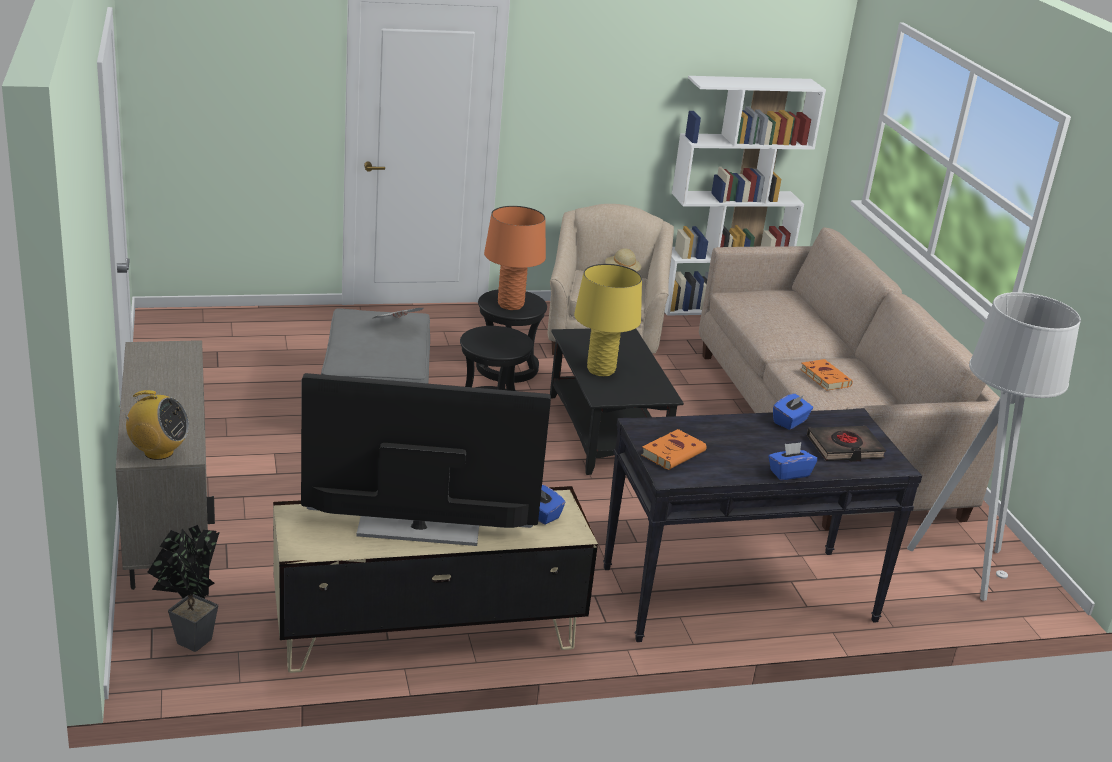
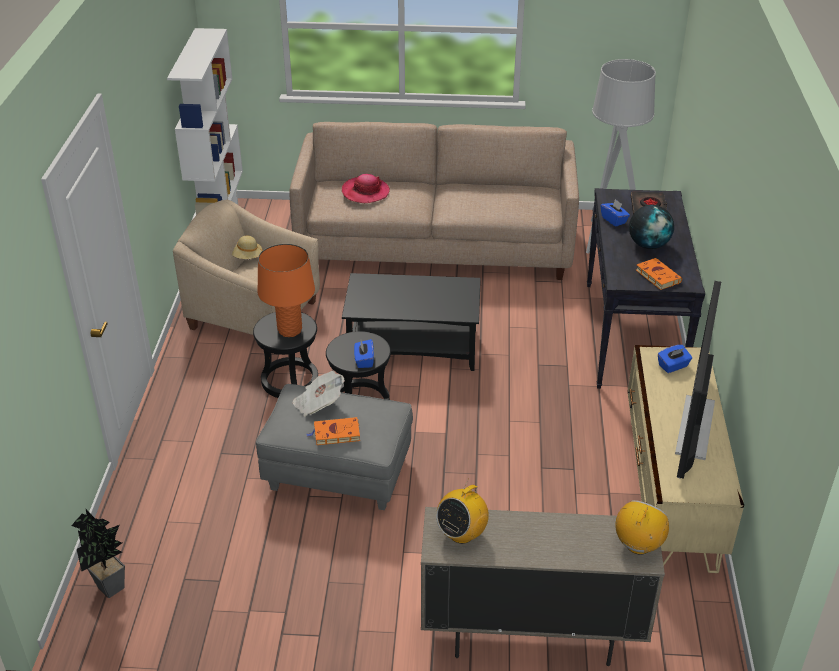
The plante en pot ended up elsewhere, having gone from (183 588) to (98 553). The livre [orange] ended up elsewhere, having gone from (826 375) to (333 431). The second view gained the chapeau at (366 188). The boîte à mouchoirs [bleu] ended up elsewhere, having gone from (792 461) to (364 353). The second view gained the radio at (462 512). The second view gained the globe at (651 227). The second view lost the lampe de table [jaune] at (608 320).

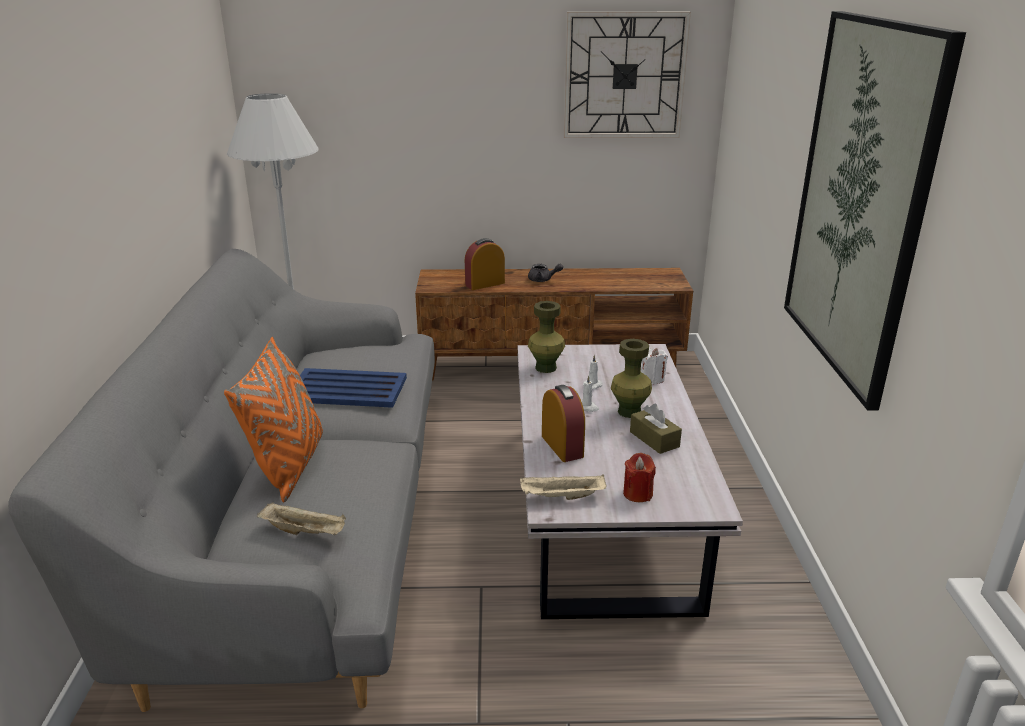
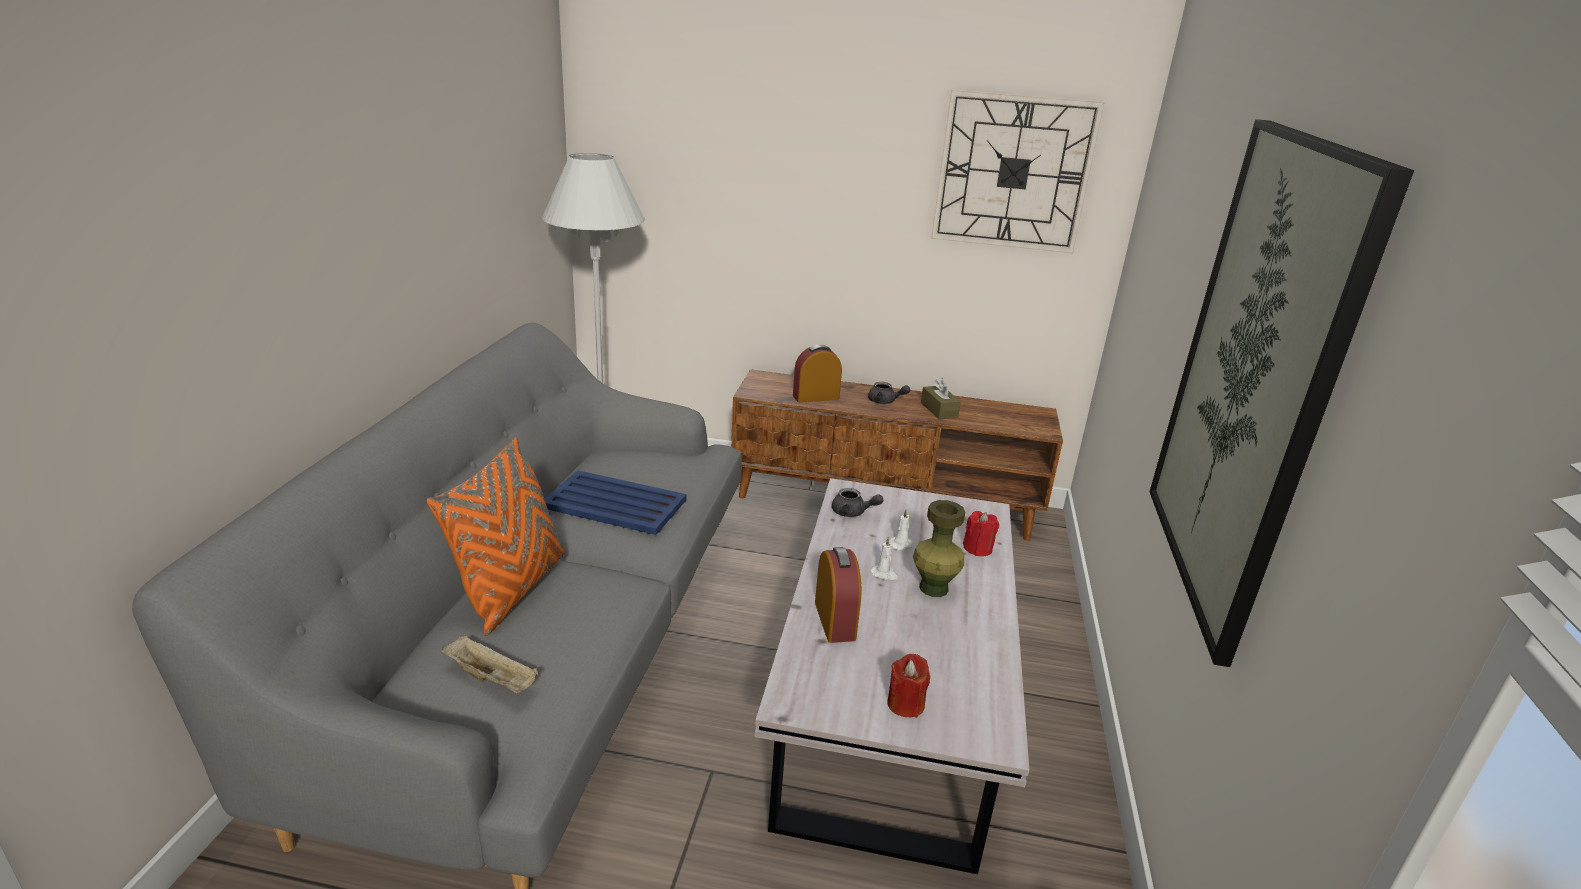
Where the vase [vert] stood at (546 337), the théière [gris] came to stand at (857 502). The boîte à mouchoirs [marron] ended up elsewhere, having gone from (656 428) to (941 398). What was the bougie [blanc] at (654 366) turned into the bougie [rouge] at (981 533). The second view lost the plateau [beige] at (563 487).

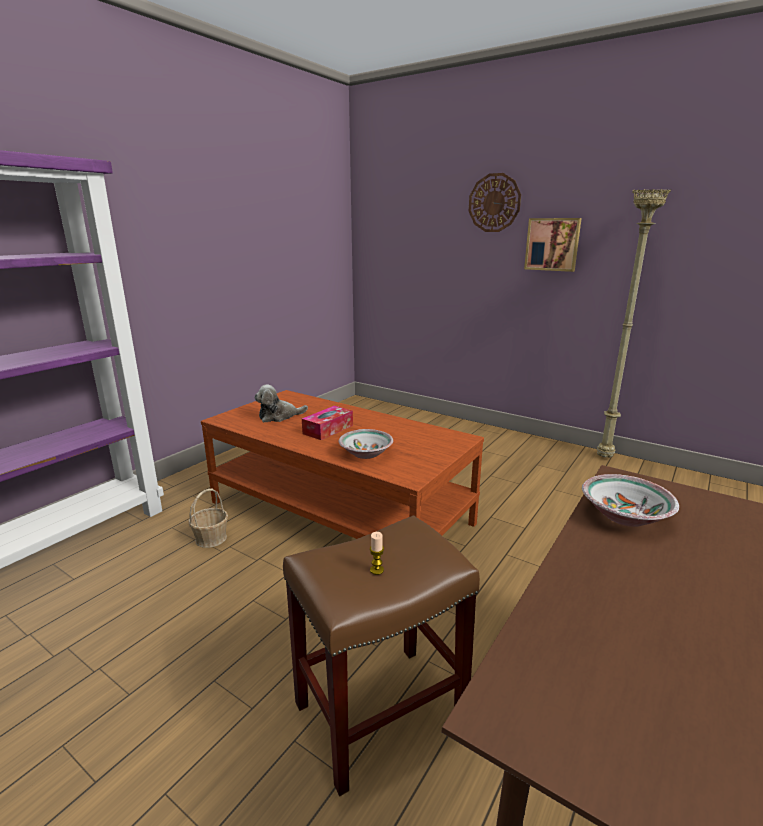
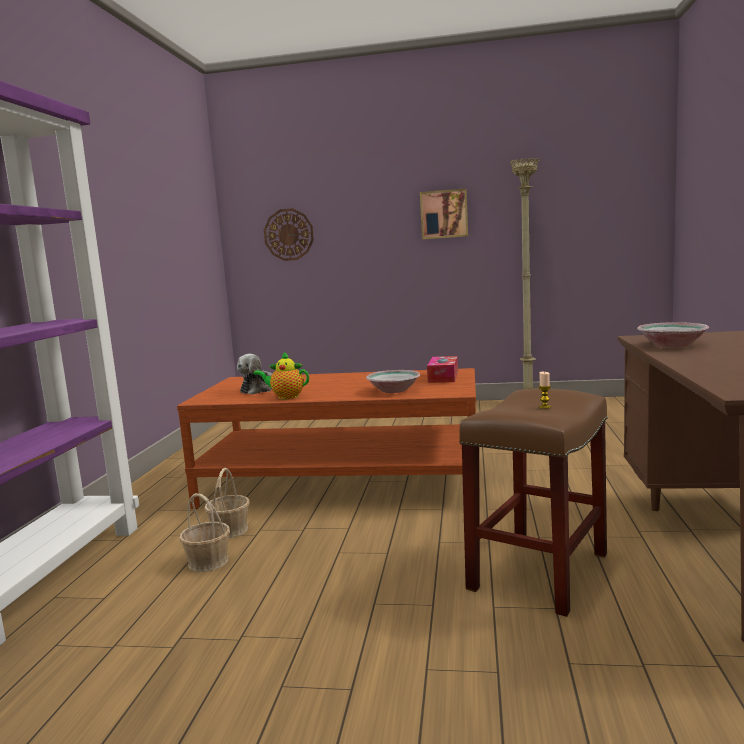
The second view gained the panier at (205 532). The second view gained the théière at (281 375). The horloge murale ended up elsewhere, having gone from (495 202) to (289 234). The boîte à mouchoirs ended up elsewhere, having gone from (327 423) to (442 369).

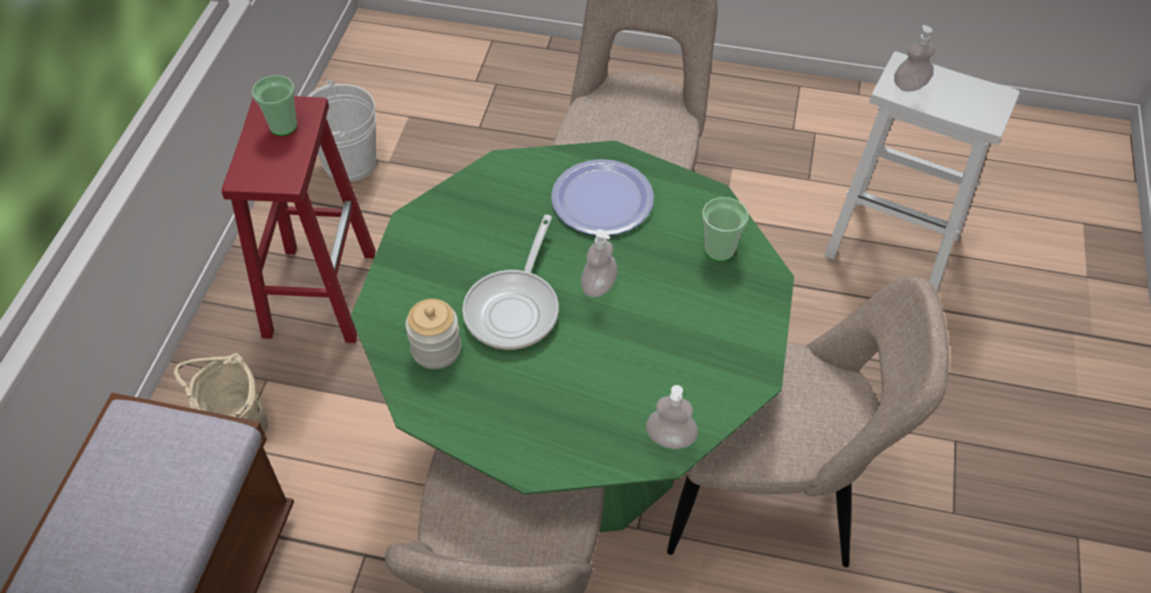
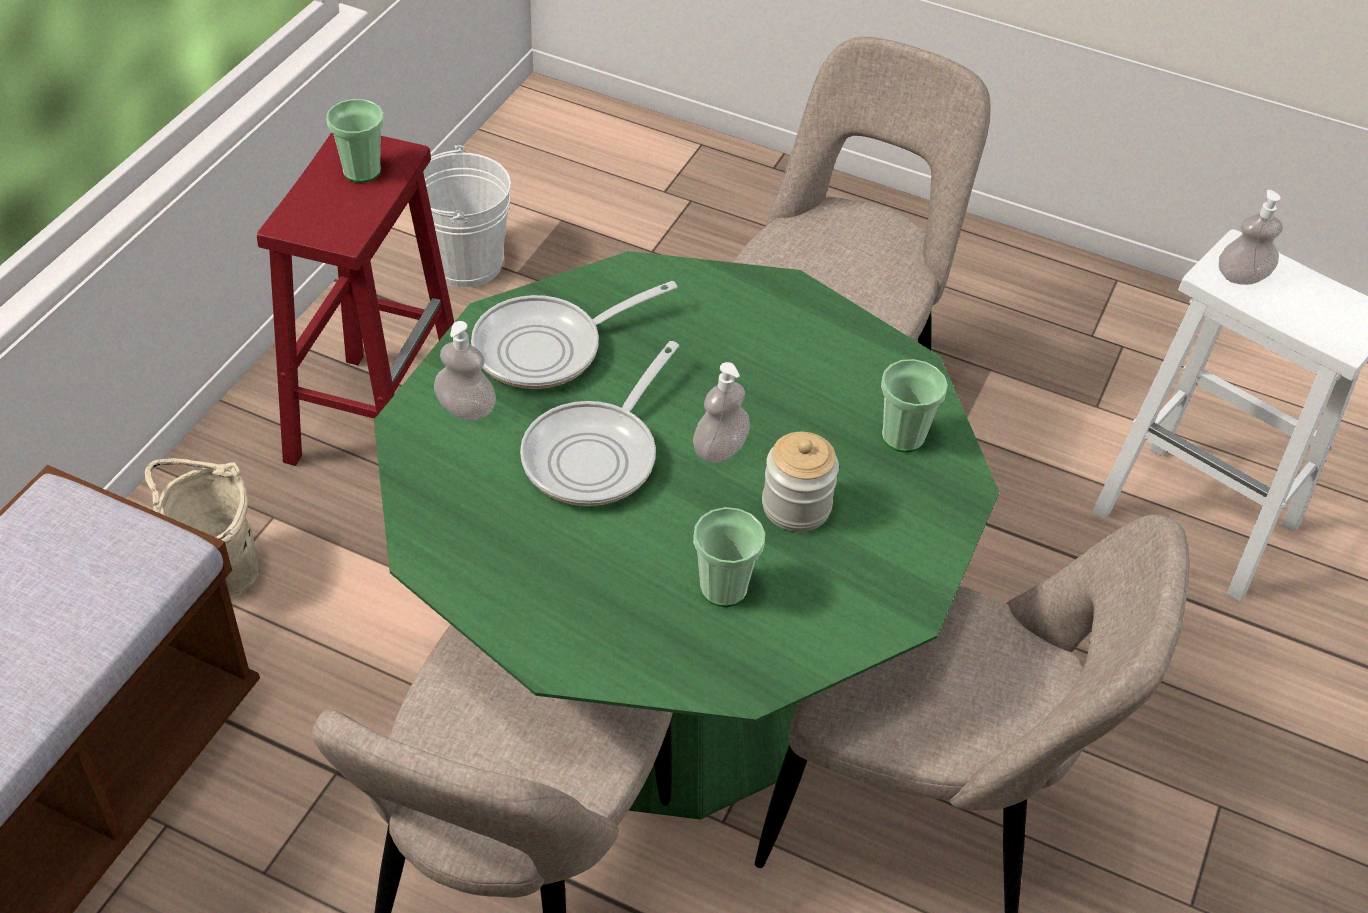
The distributeur de savon ended up elsewhere, having gone from (672 417) to (465 371). The second view gained the poêle at (574 335). The second view gained the tasse at (729 557). The bocal ended up elsewhere, having gone from (433 334) to (800 482). The second view lost the assiette at (602 197).

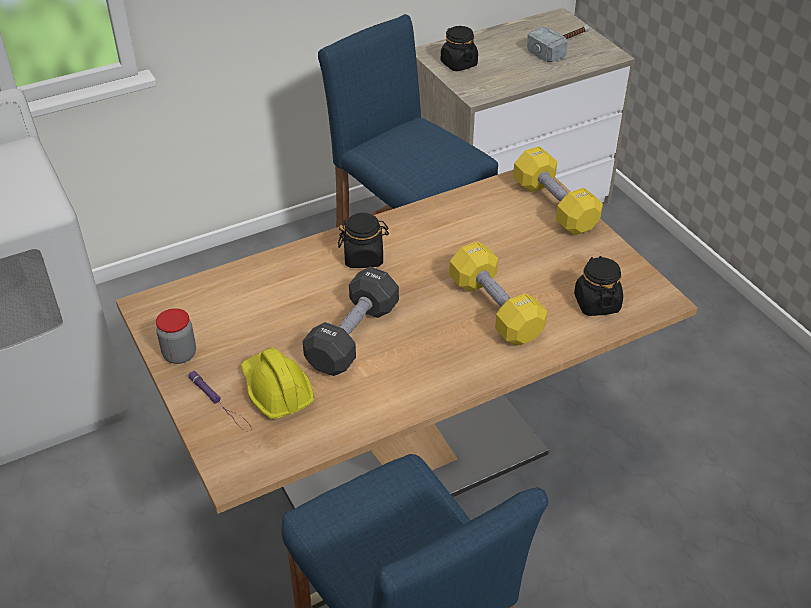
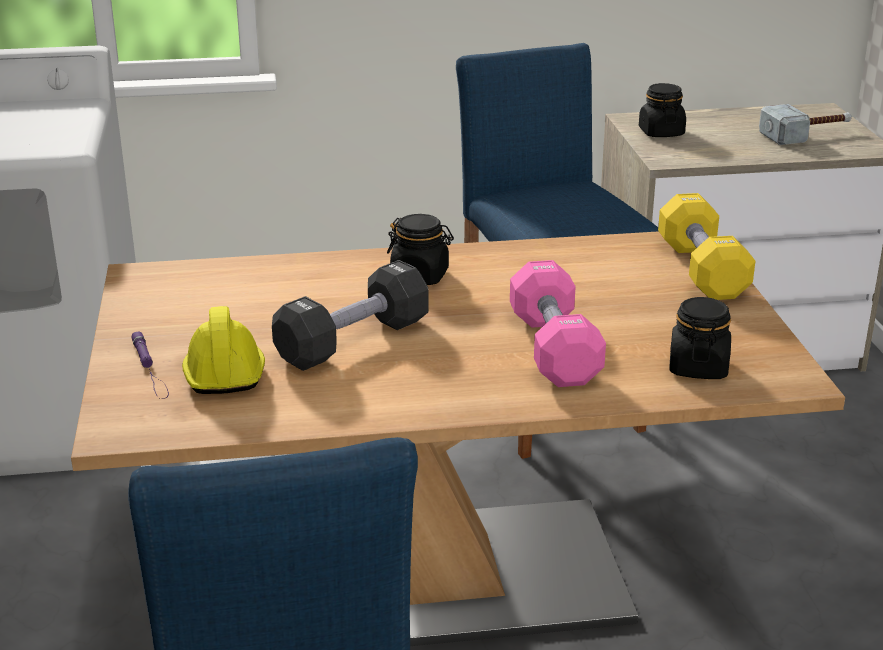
What was the haltère [jaune] at (498 293) turned into the haltère [rose] at (558 323). The second view lost the bocal at (176 336).

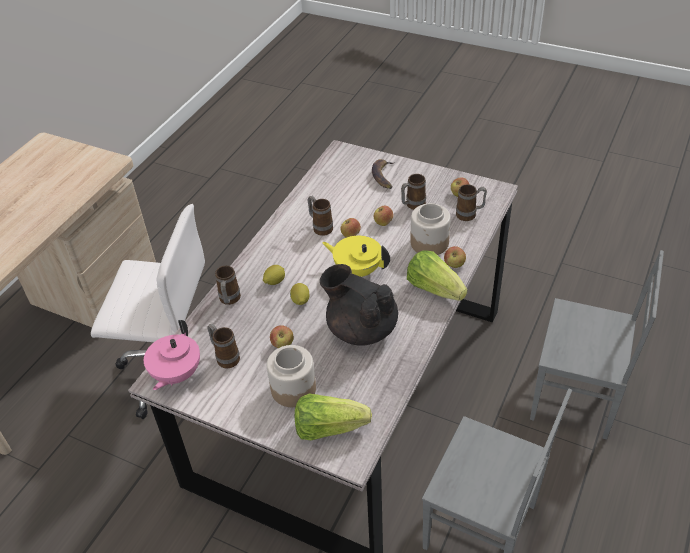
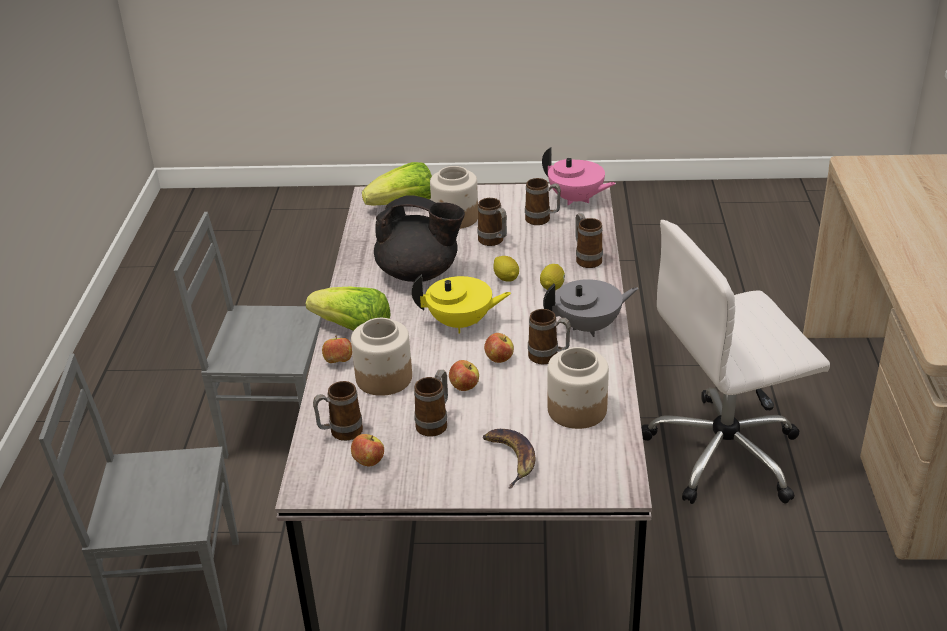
Where the pomme stood at (281 336), the mug came to stand at (492 222). The théière [rose] at (172 355) ended up facing another way, 135 degrees clockwise from before. The second view gained the théière [gris] at (590 308). The second view gained the bocal at (578 388).

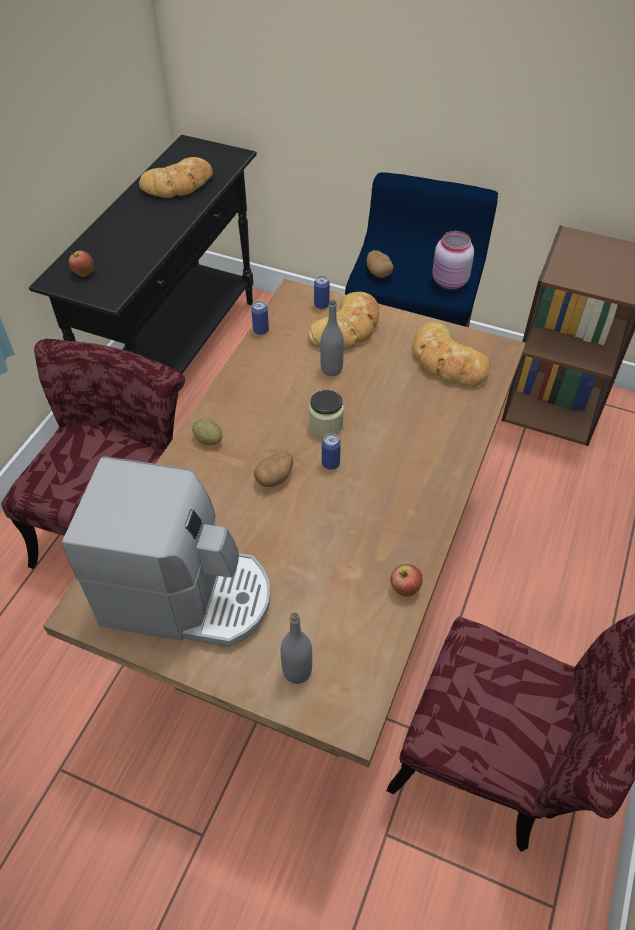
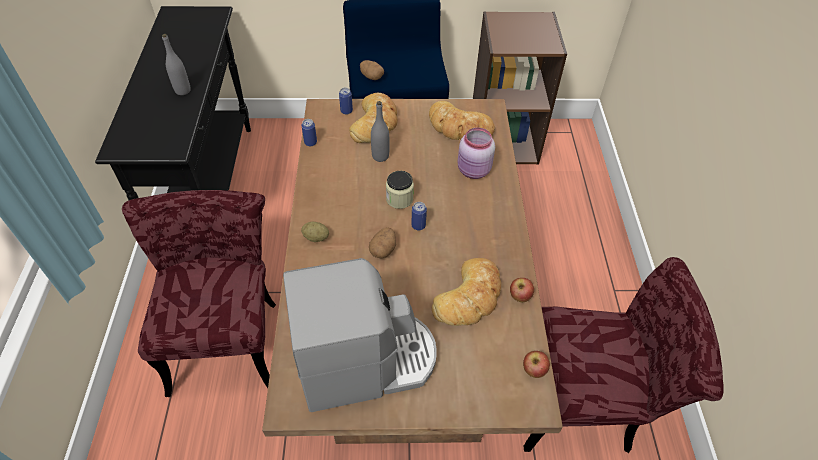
The bouteille [gris] ended up elsewhere, having gone from (296 648) to (176 64). The pain ended up elsewhere, having gone from (176 177) to (466 292). The bocal [rose] ended up elsewhere, having gone from (453 260) to (476 153). The pomme ended up elsewhere, having gone from (81 264) to (536 364).

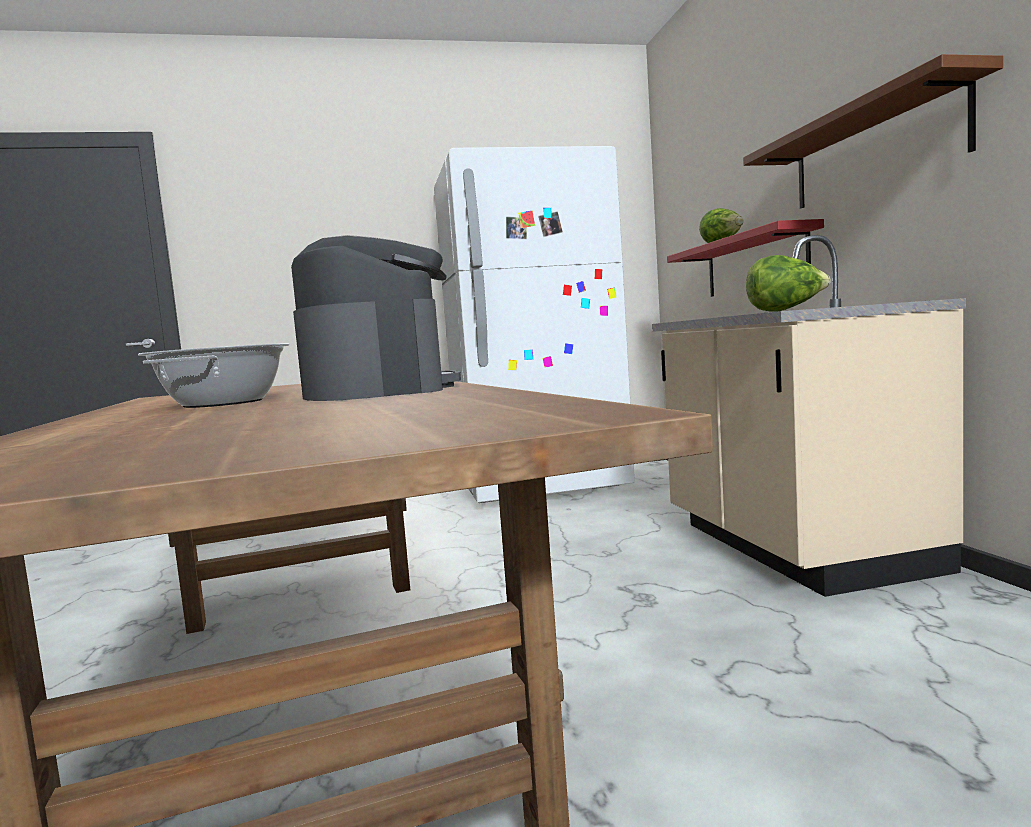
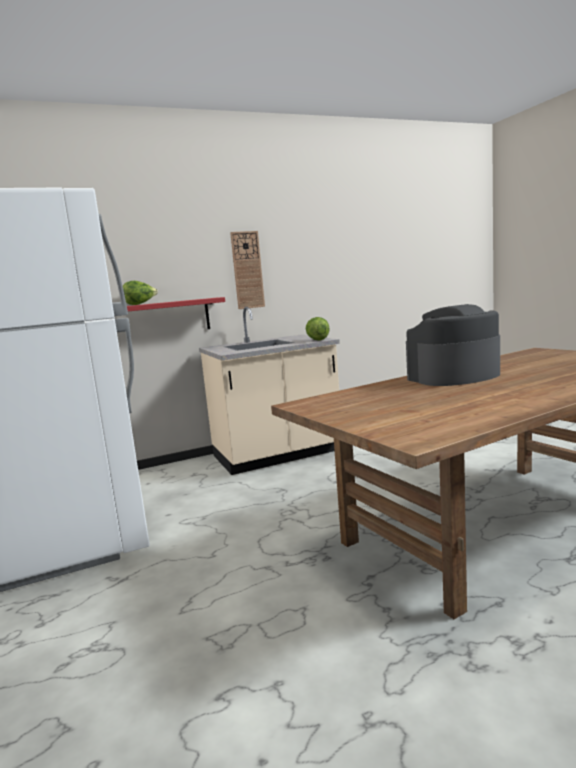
Where the étagère [marron] hung at (873 131), the horloge murale came to hang at (247 270). The second view lost the marmite at (214 375).

